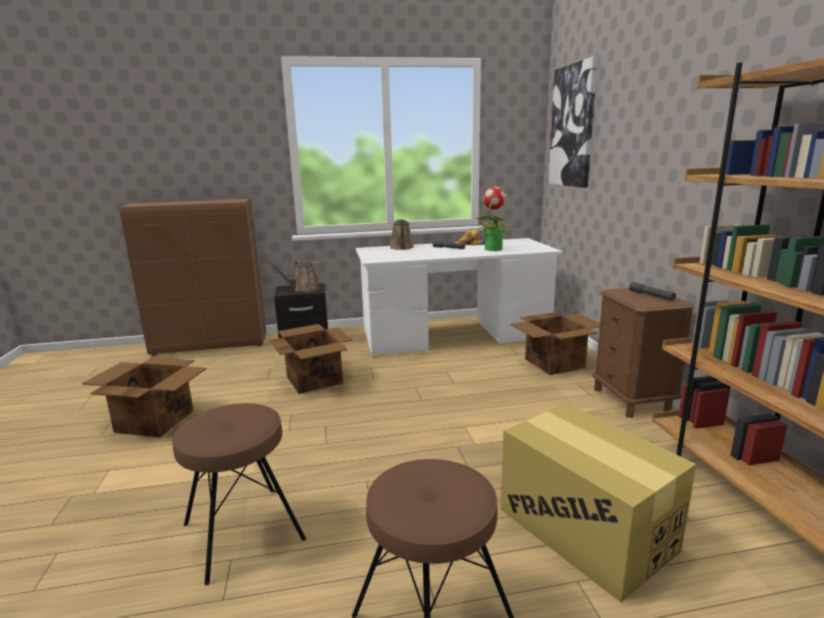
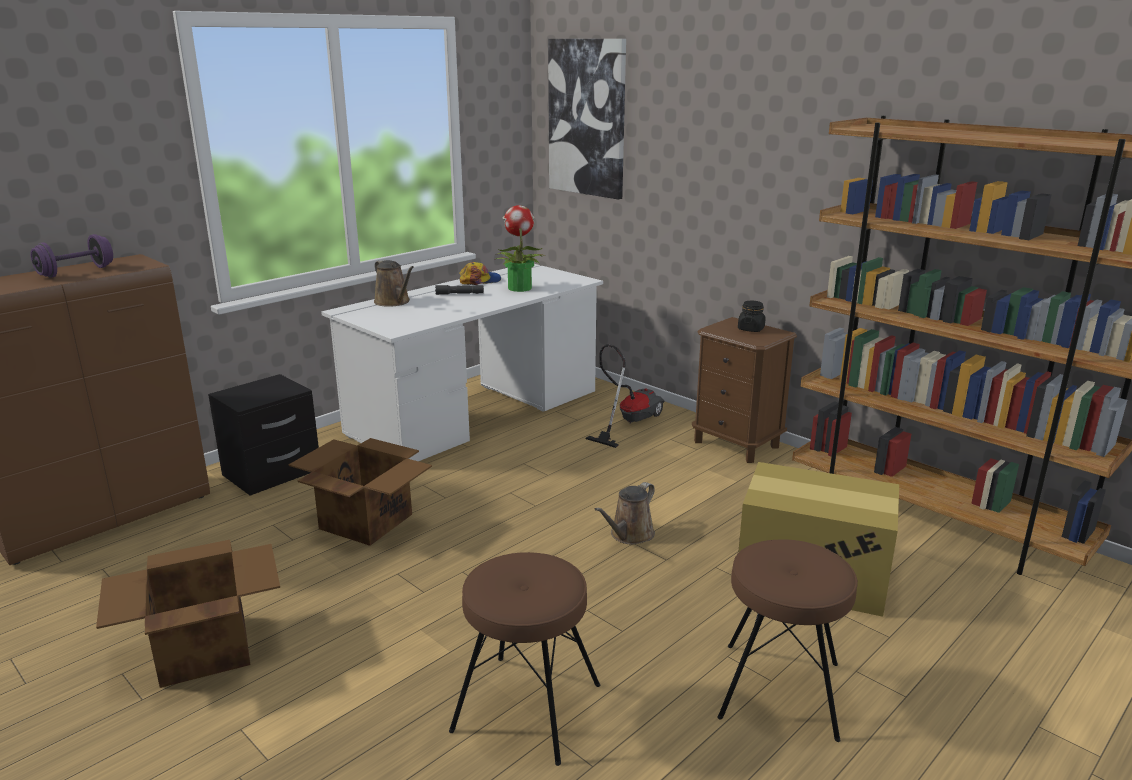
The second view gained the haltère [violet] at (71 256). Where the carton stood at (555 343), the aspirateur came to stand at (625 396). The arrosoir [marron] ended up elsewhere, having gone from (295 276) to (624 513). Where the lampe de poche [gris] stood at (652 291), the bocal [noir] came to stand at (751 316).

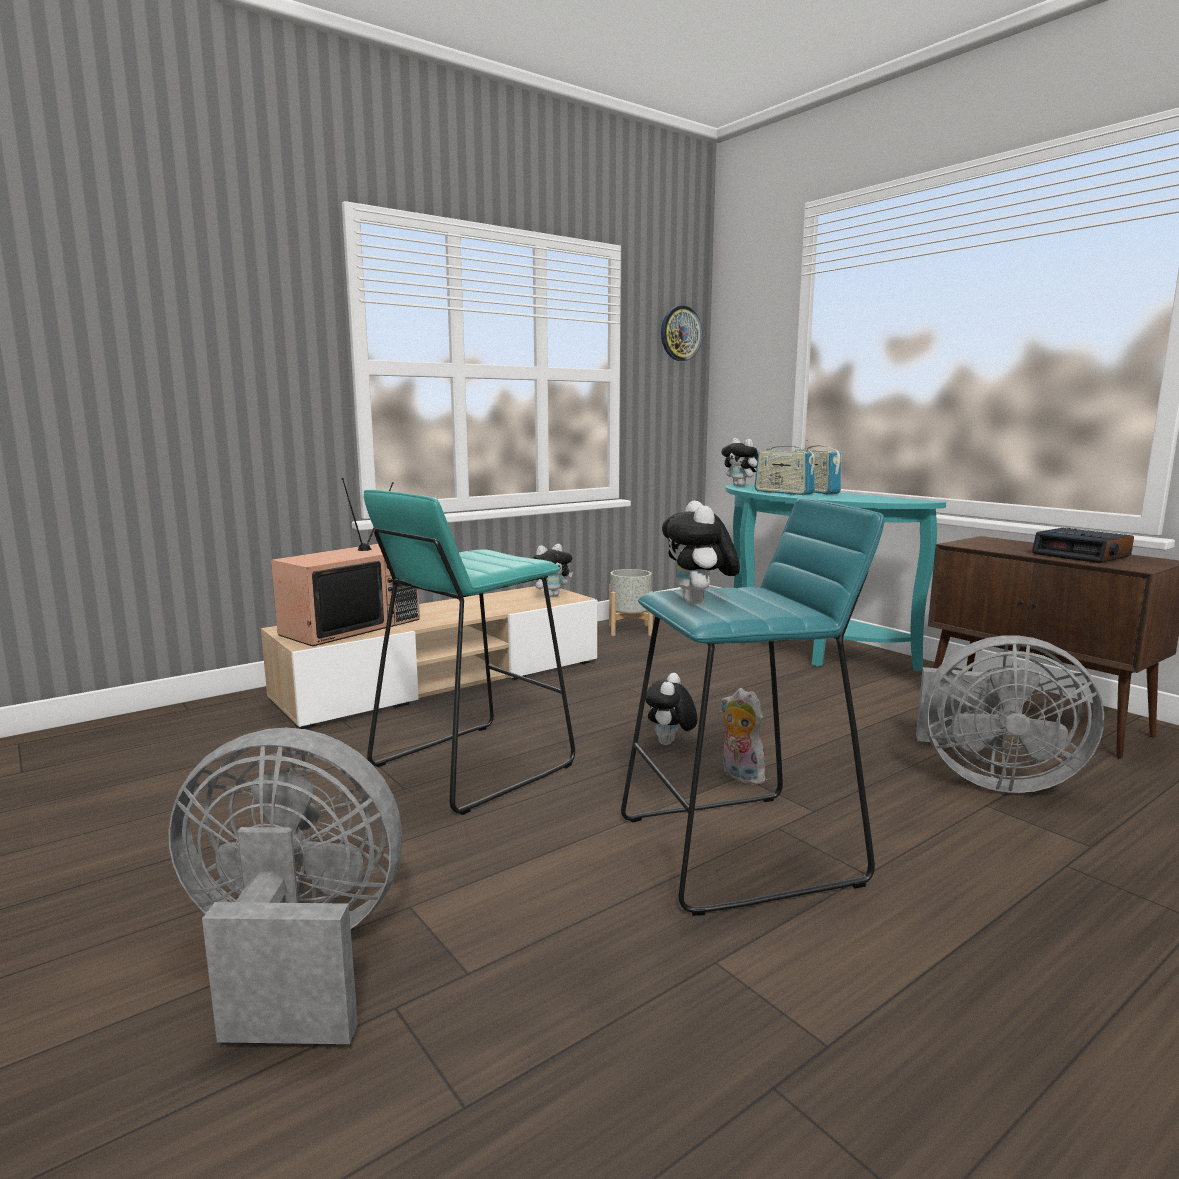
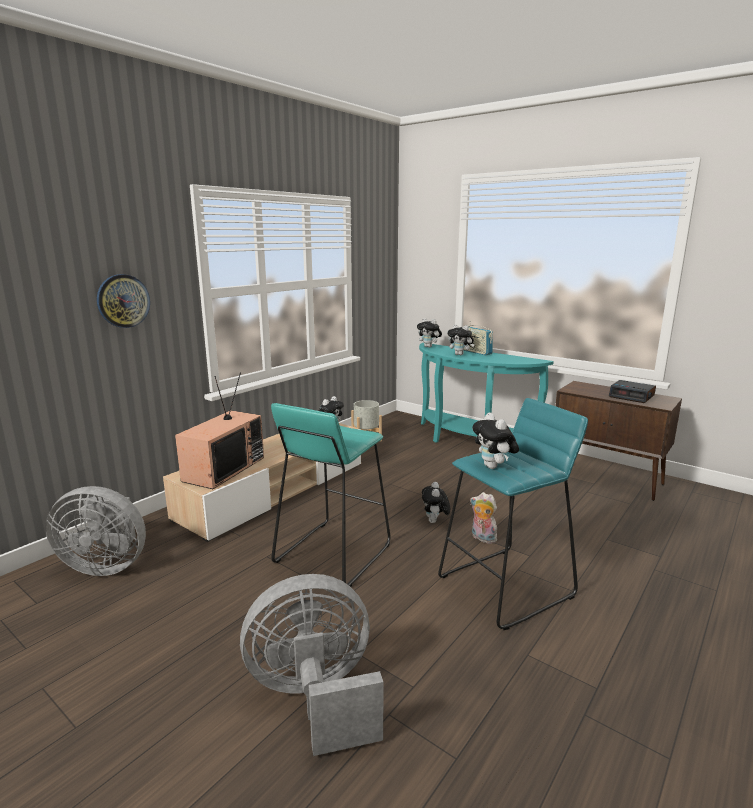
The ventilateur [gris] ended up elsewhere, having gone from (1010 714) to (95 531). The horloge murale ended up elsewhere, having gone from (681 333) to (123 301). Where the radio stood at (785 467), the peluche came to stand at (461 339).

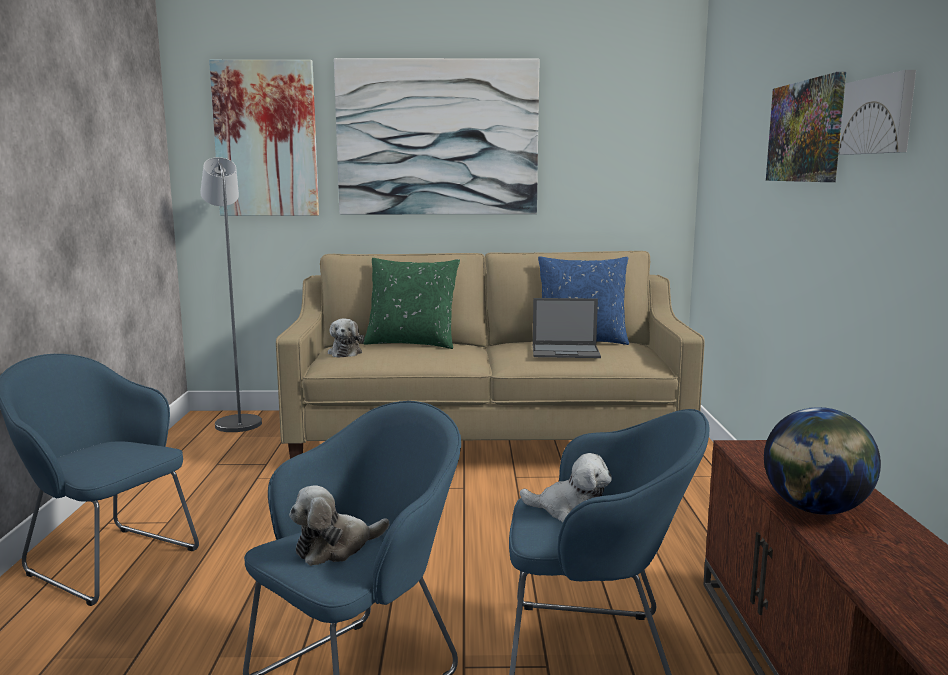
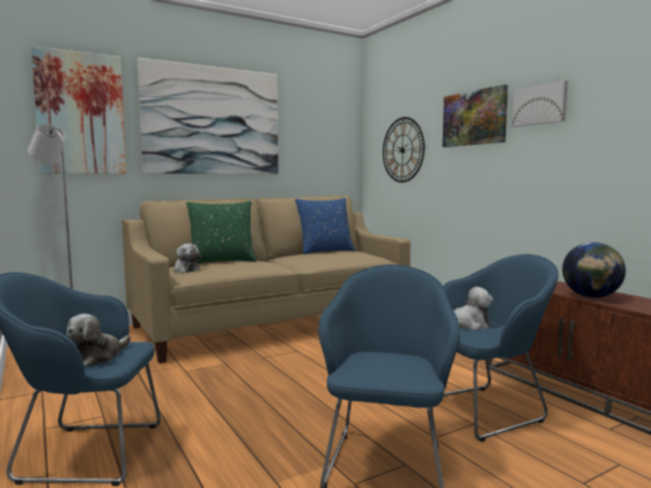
The peluche ended up elsewhere, having gone from (339 526) to (98 340). The second view gained the horloge murale at (404 150). The second view lost the ordinateur portable at (567 328).

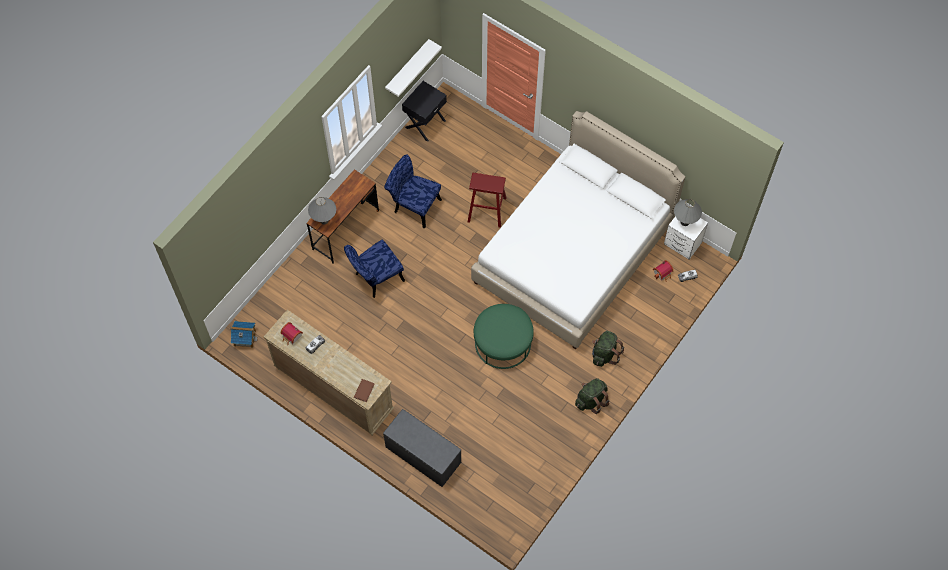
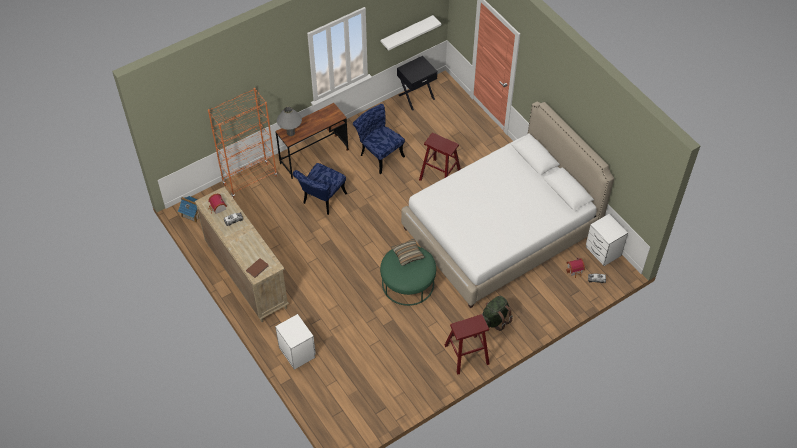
The second view gained the bibliothèque [orange] at (242 143). Where the banc [gris] stood at (422 448), the table de chevet [blanc] came to stand at (295 342). The chaise [bleu] at (374 269) ended up facing another way, 45 degrees counterclockwise from before. The second view gained the coussin at (408 252). Where the sac à dos [vert] stood at (592 396), the tabouret [rouge] came to stand at (467 344). The second view lost the lampe de table [gris] at (688 212).

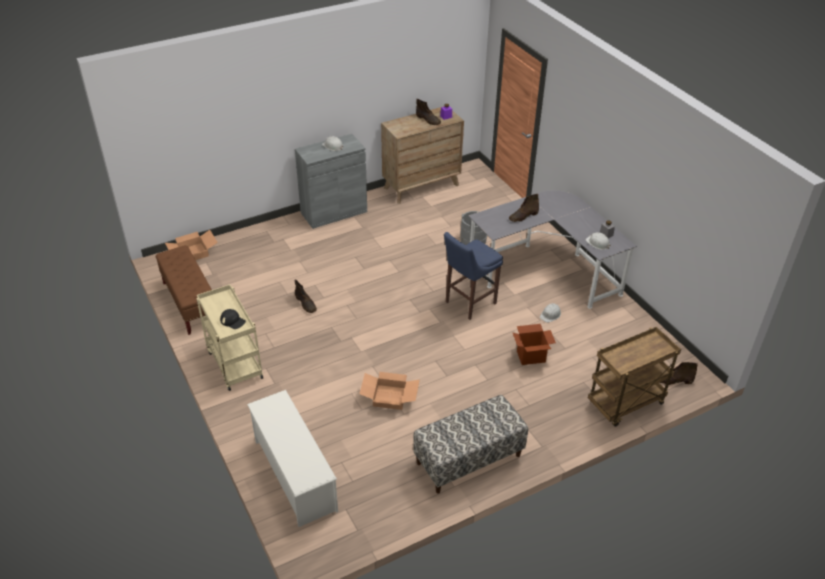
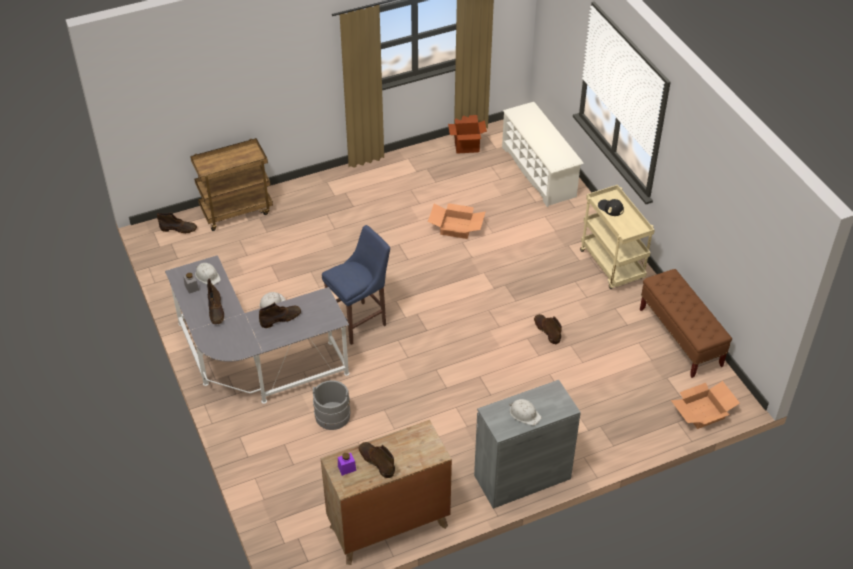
The second view gained the botte [marron] at (216 301). The carton ended up elsewhere, having gone from (534 344) to (467 134). The second view lost the banc at (470 444).

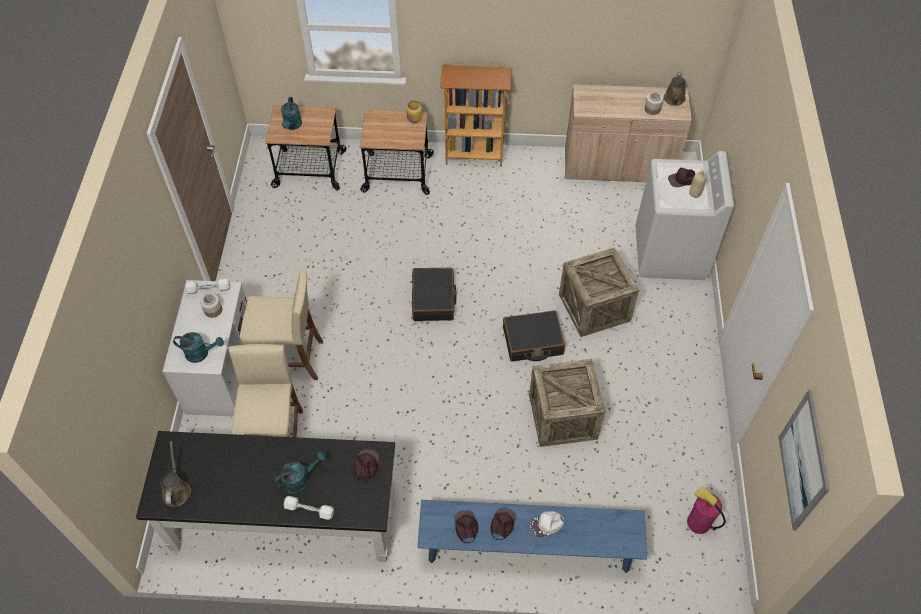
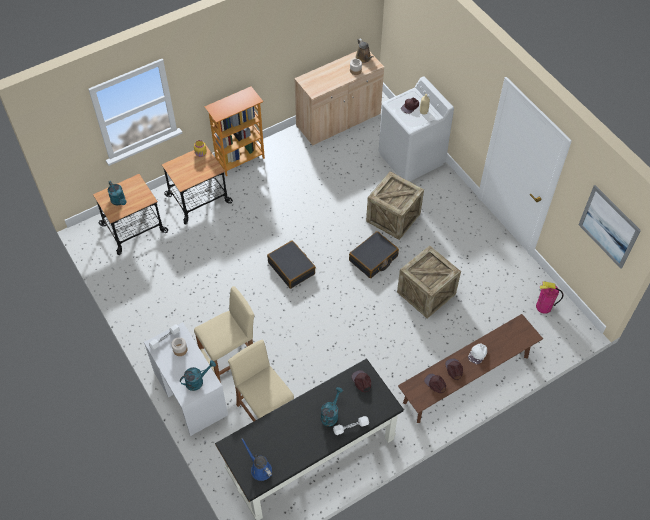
What was the arrosoir [marron] at (175 474) turned into the arrosoir [bleu] at (256 459). What was the banc [bleu] at (532 536) turned into the banc [marron] at (470 368).

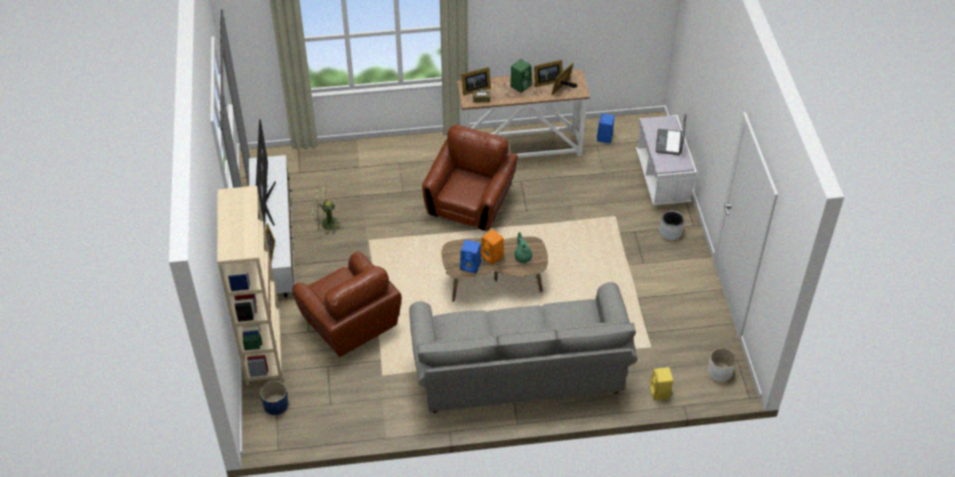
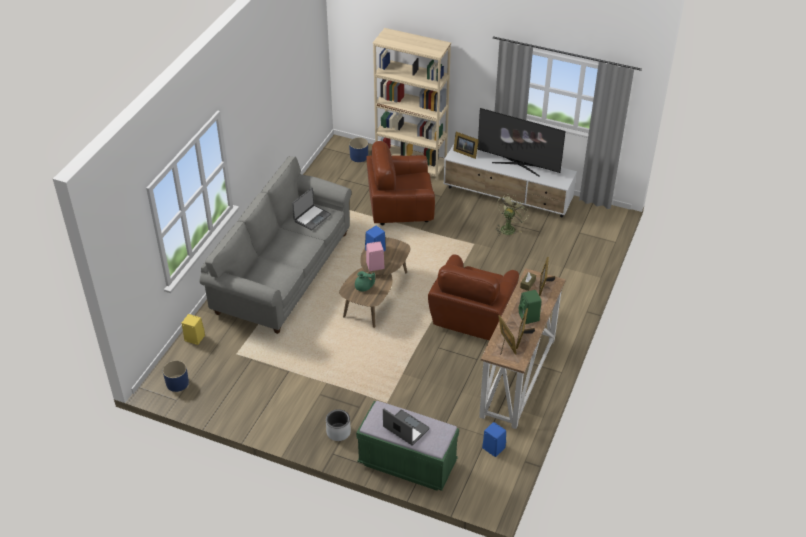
What was the cache-pot [blanc] at (722 365) turned into the cache-pot [bleu] at (176 376). The second view gained the ordinateur portable at (311 209). What was the banc [blanc] at (666 160) turned into the banc [vert] at (407 446). What was the enceinte [orange] at (492 247) turned into the enceinte [rose] at (375 256). The fauteuil [marron] at (470 178) ended up facing another way, 60 degrees clockwise from before.

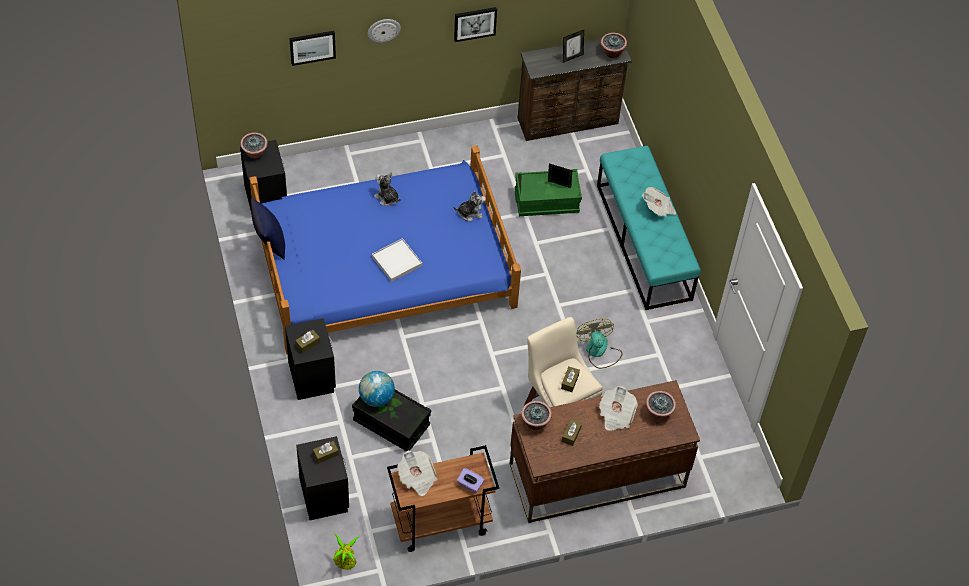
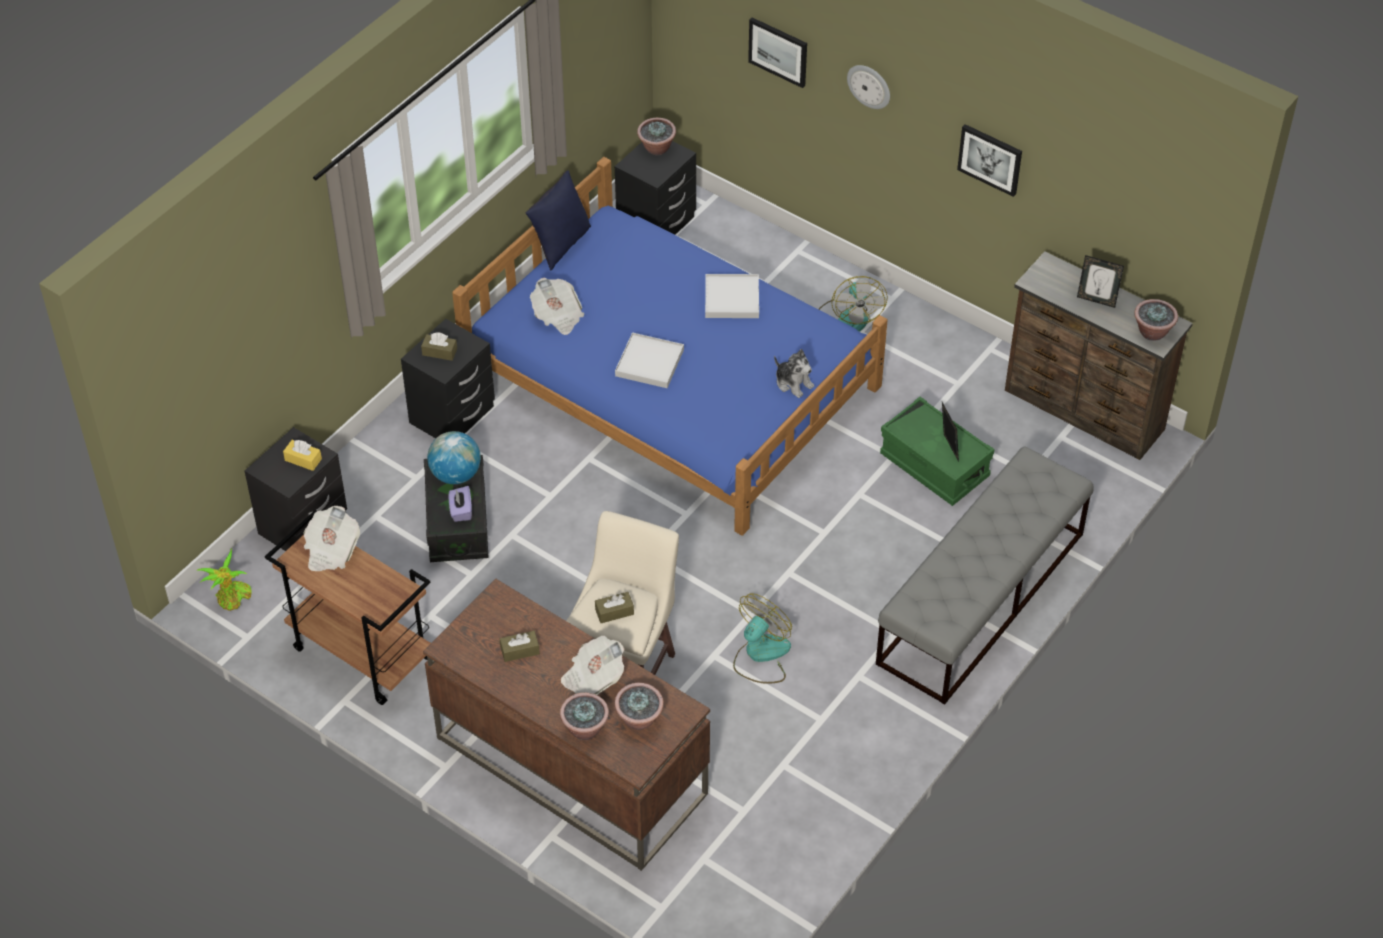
What was the boîte à mouchoirs [marron] at (326 452) turned into the boîte à mouchoirs [jaune] at (302 455). The boîte à mouchoirs [violet] ended up elsewhere, having gone from (471 480) to (460 504). The journal ended up elsewhere, having gone from (659 202) to (557 306). The plante en pot ended up elsewhere, having gone from (536 415) to (584 716). Where the peluche stood at (387 189), the plateau [blanc] came to stand at (732 296). The second view gained the ventilateur at (853 304). What was the banc [turquoise] at (649 228) turned into the banc [gris] at (985 575).

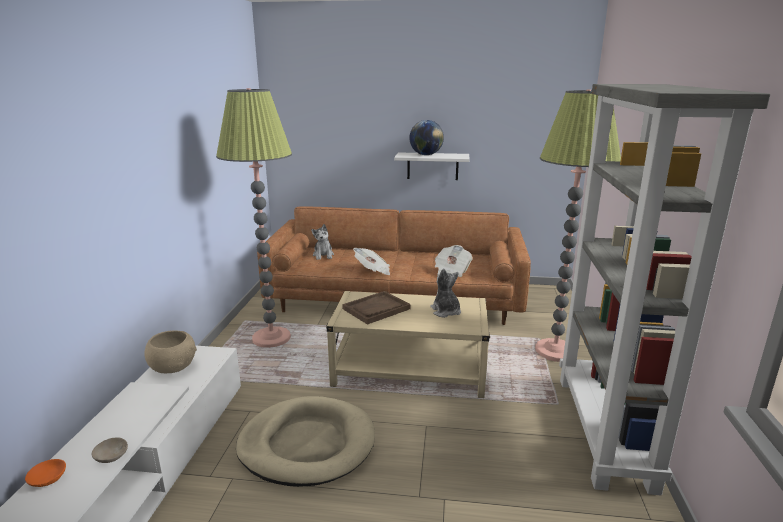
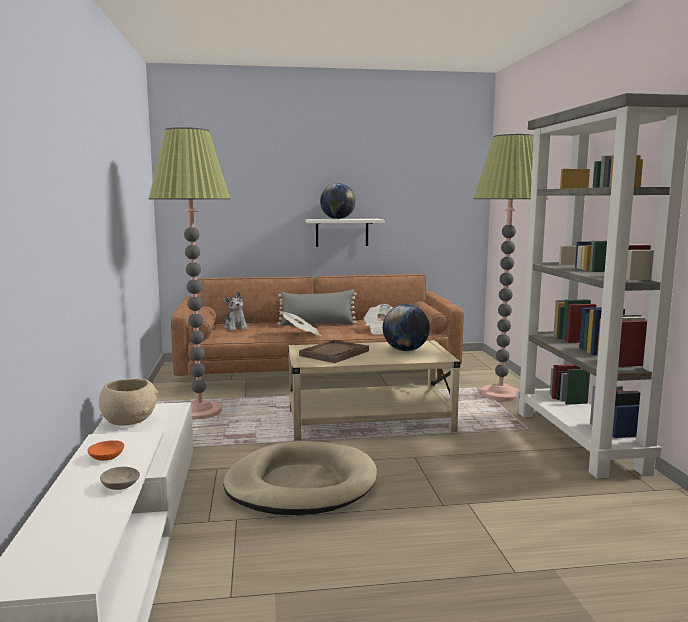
The bol [orange] ended up elsewhere, having gone from (45 473) to (106 450). The second view gained the coussin [gris] at (317 307). Where the peluche stood at (445 293), the globe came to stand at (406 327).

